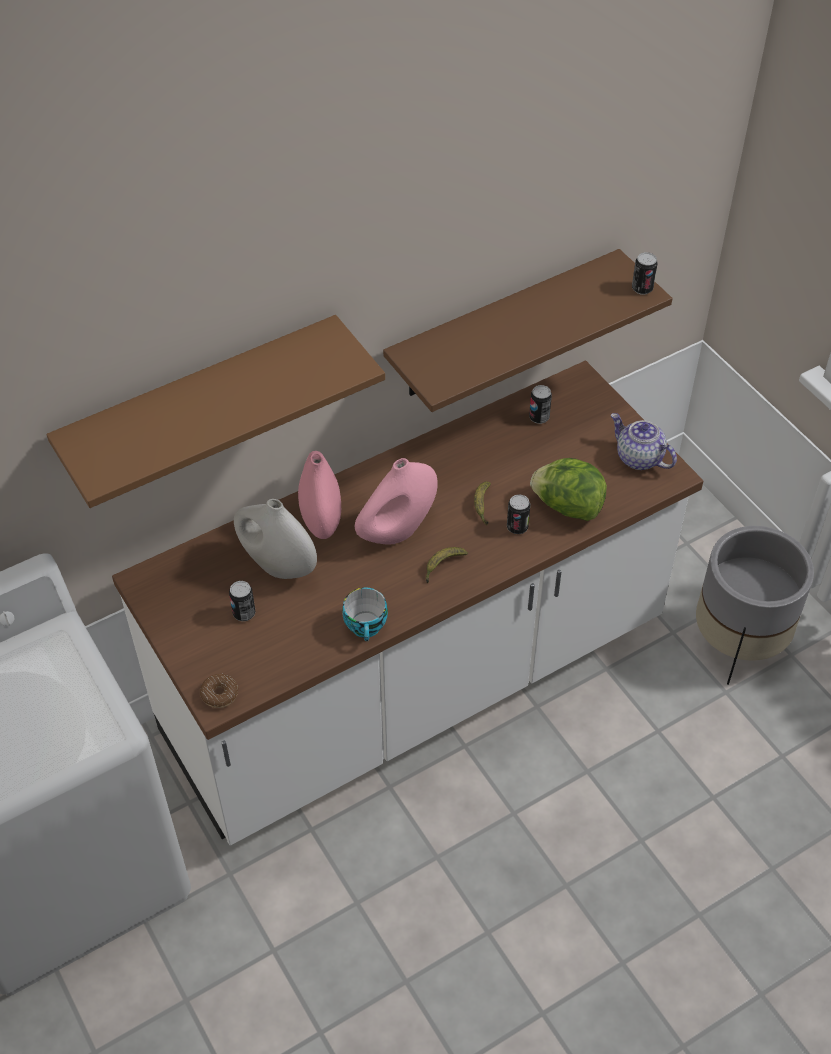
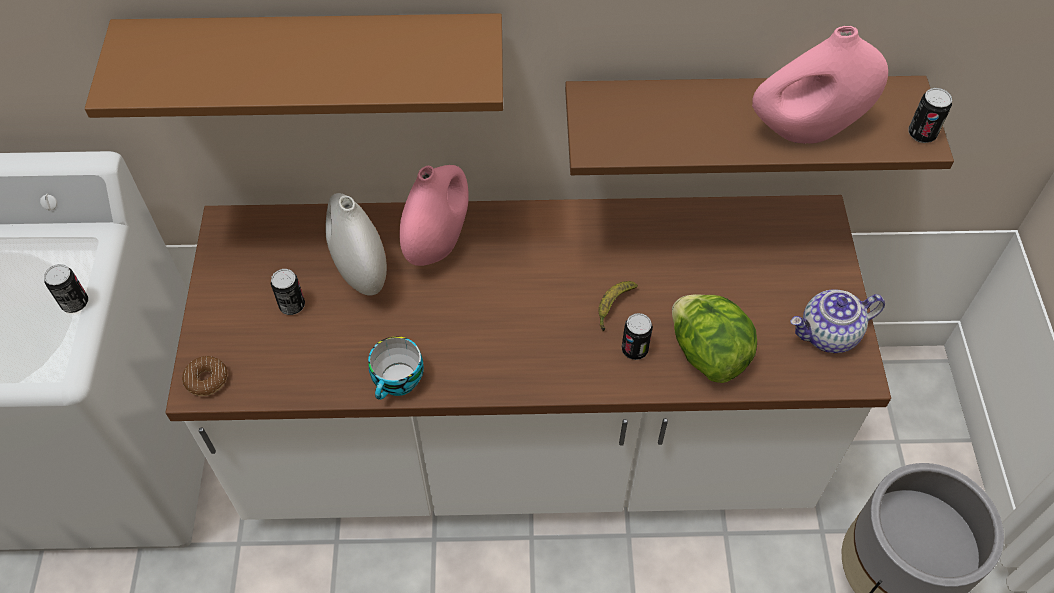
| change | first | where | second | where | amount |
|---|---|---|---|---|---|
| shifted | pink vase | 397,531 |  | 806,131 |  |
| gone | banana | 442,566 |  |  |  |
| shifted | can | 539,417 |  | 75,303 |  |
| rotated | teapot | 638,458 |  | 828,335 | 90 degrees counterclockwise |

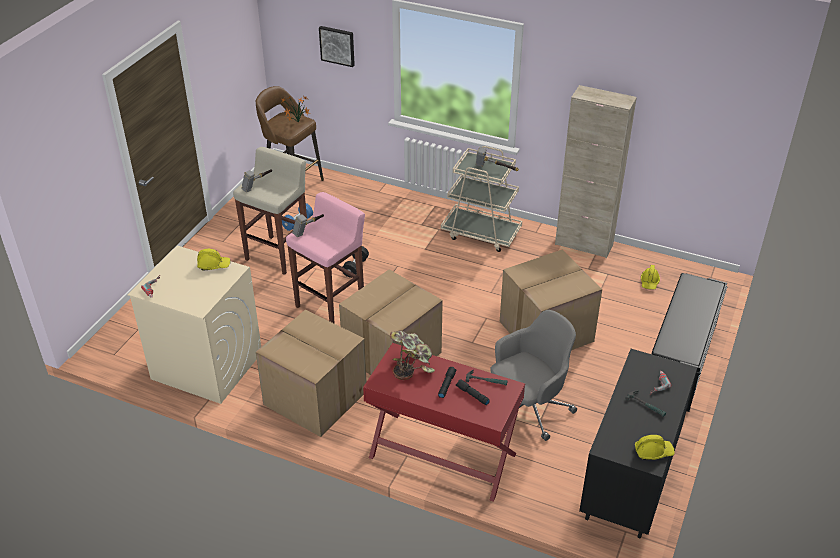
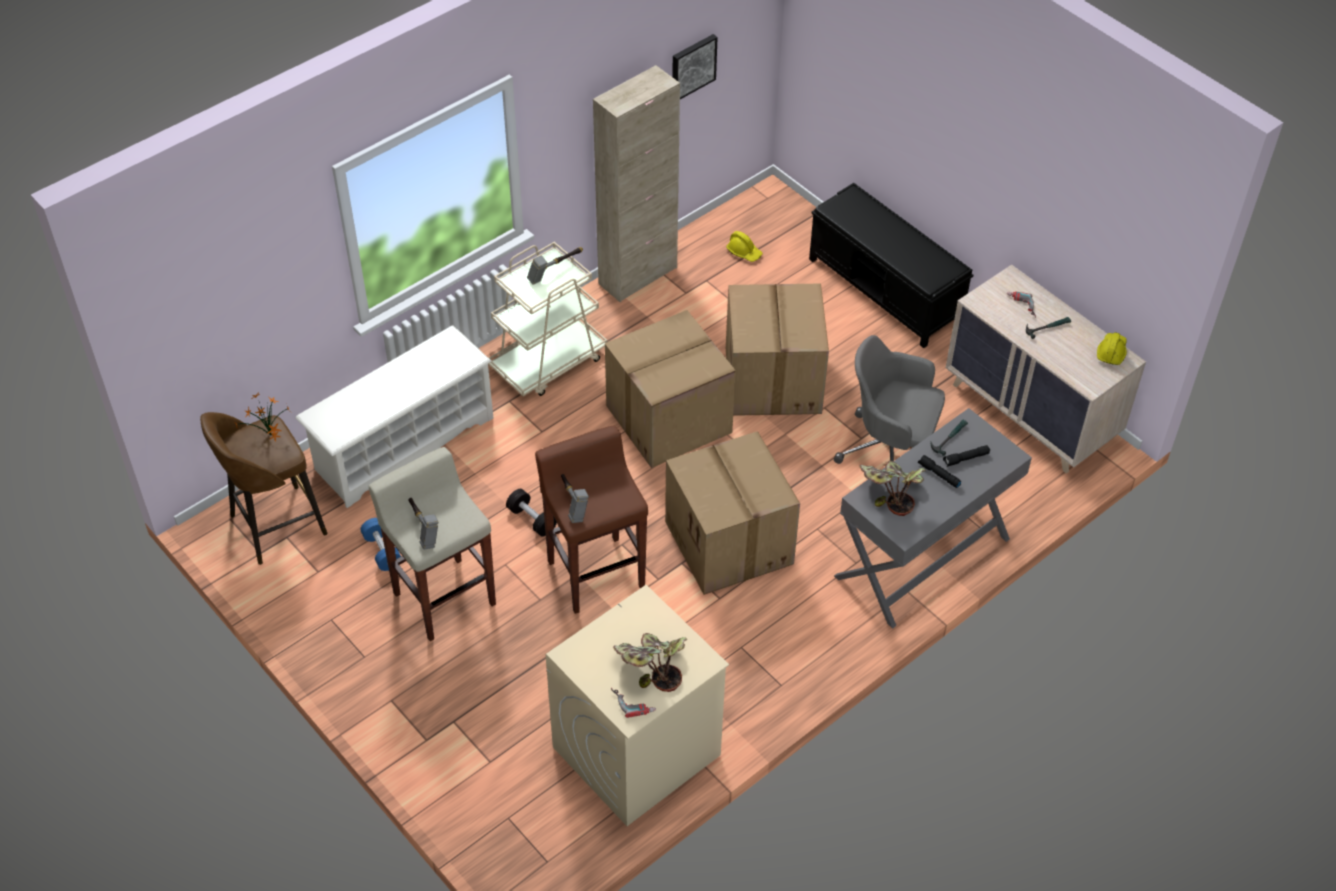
| change | first | where | second | where | amount |
|---|---|---|---|---|---|
| gone | yellow hard hat | 214,265 |  |  |  |
| shifted | cardboard box | 313,398 |  | 668,421 |  |
| repainted | pink stool | 331,305 | brown stool | 595,573 |  |
| shifted | picture | 337,45 |  | 692,66 |  |
| repainted | red desk | 442,456 | grey desk | 923,558 |  |
| rotated | grey office chair | 528,409 |  | 890,451 | 60 degrees counterclockwise |
| repainted | black dresser | 630,479 | beige dresser | 1031,413 |  |
| new |  |  | white shoe rack | 404,444 |  |
| new |  |  | potted plant | 651,668 |  |

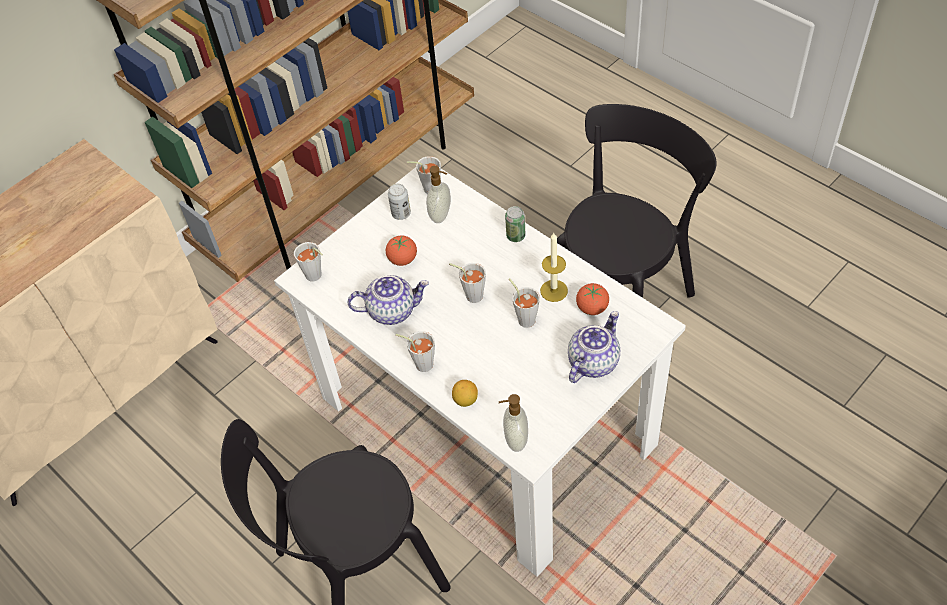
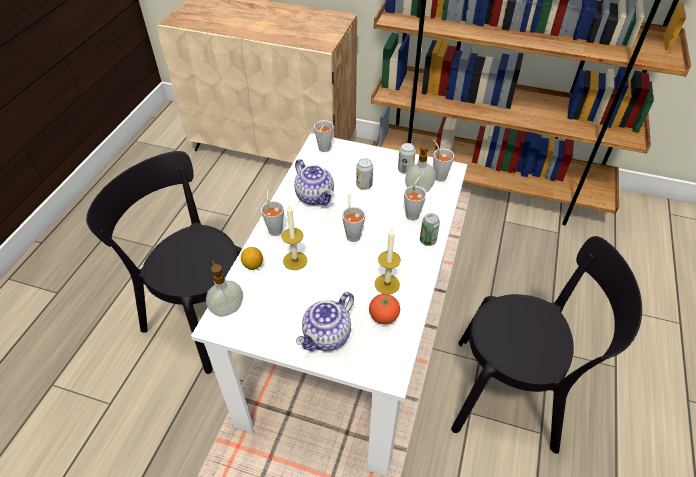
| change | first | where | second | where | amount |
|---|---|---|---|---|---|
| swapped | tomato | 402,259 | can | 364,185 |  |
| shifted | grey cup | 524,317 |  | 414,213 |  |
| rotated | teapot | 592,361 |  | 327,336 | 120 degrees clockwise |
| new |  |  | candle | 295,260 |  |

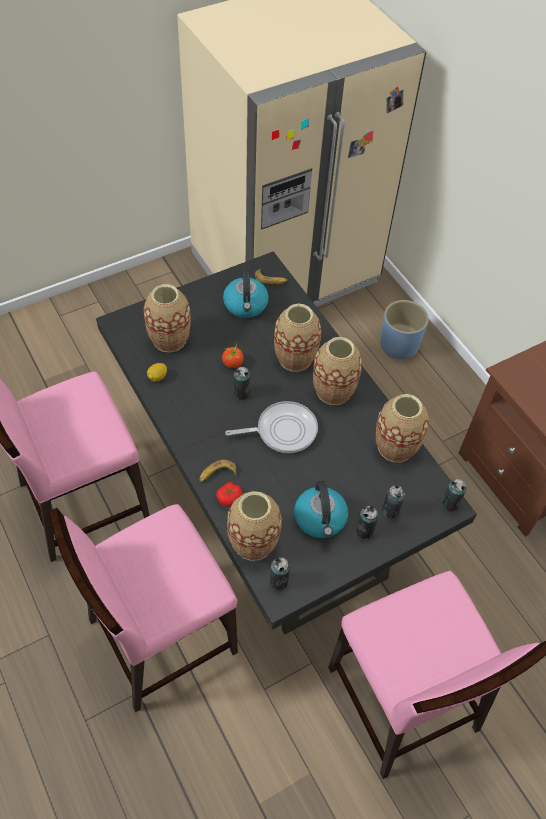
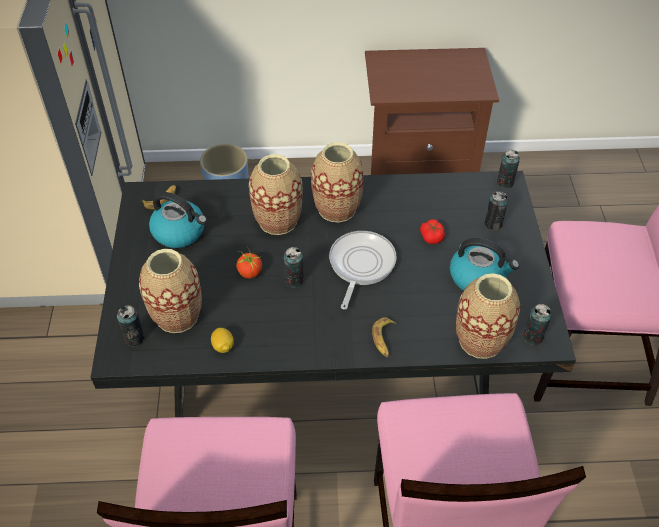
| change | first | where | second | where | amount |
|---|---|---|---|---|---|
| shifted | tomato | 229,498 |  | 432,236 |  |
| shifted | can | 364,531 |  | 134,338 |  |
| gone | vase | 395,447 |  |  |  |

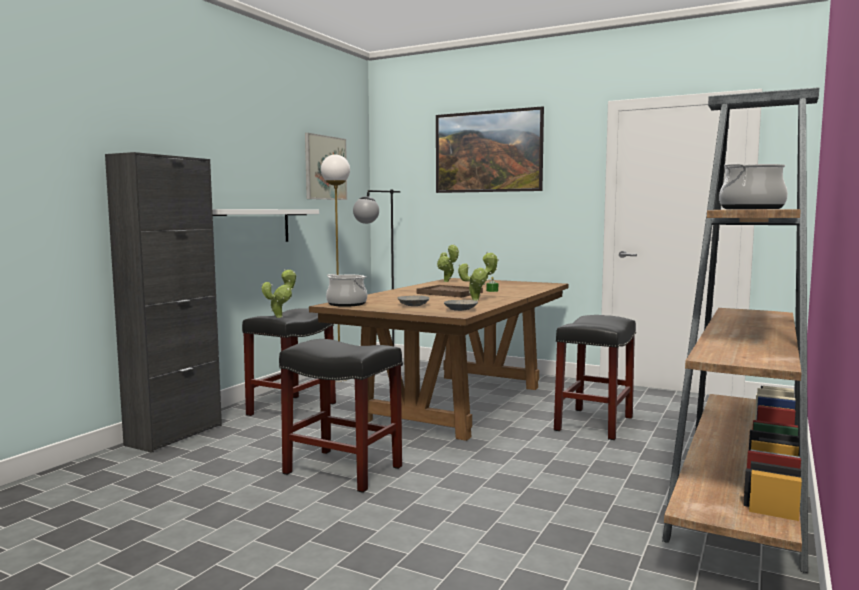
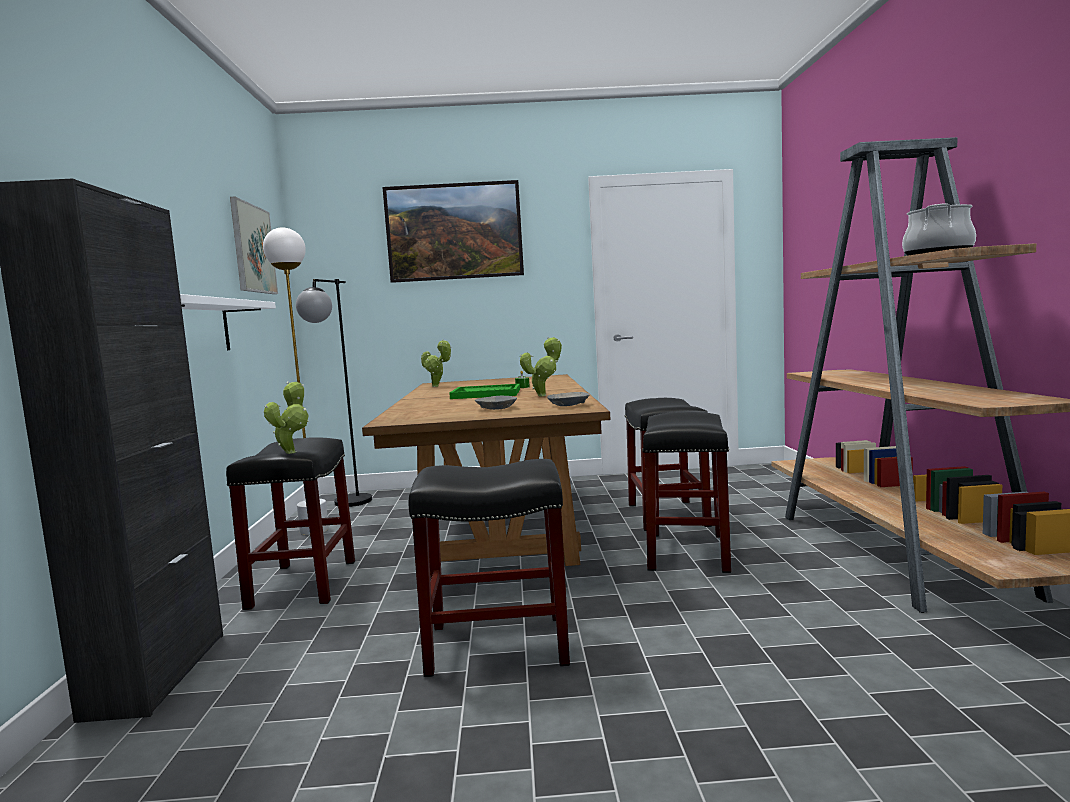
| change | first | where | second | where | amount |
|---|---|---|---|---|---|
| gone | cooking pot | 346,304 |  |  |  |
| repainted | brown tray | 450,293 | green tray | 486,394 |  |
| new |  |  | black stool | 688,552 |  |

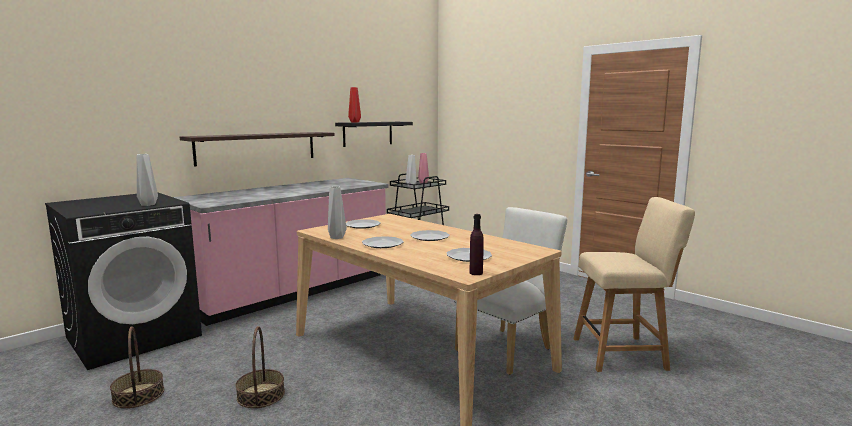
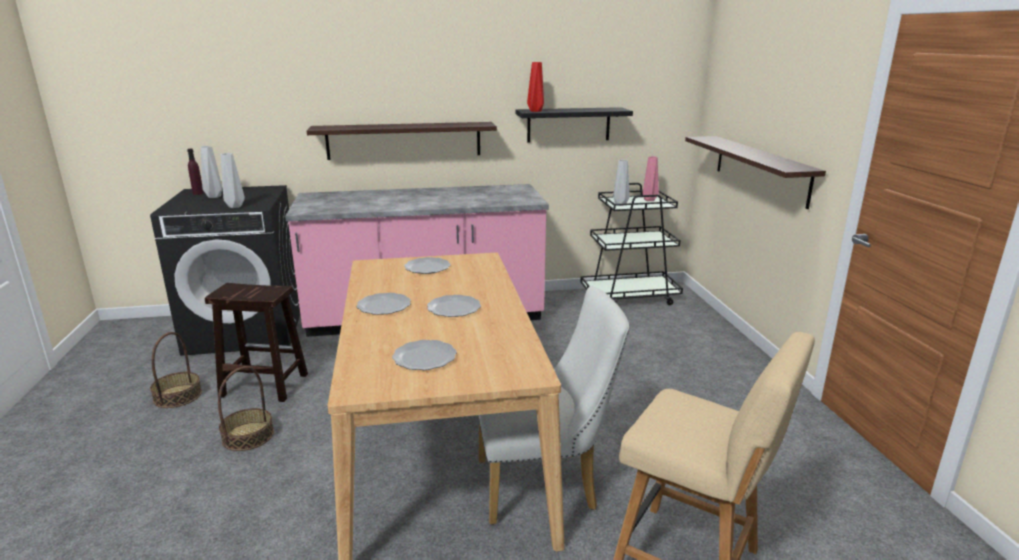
| change | first | where | second | where | amount |
|---|---|---|---|---|---|
| shifted | grey vase | 337,238 |  | 214,197 |  |
| shifted | purple bottle | 476,273 |  | 198,193 |  |
| new |  |  | brown stool | 263,385 |  |
| new |  |  | shelf | 760,169 |  |

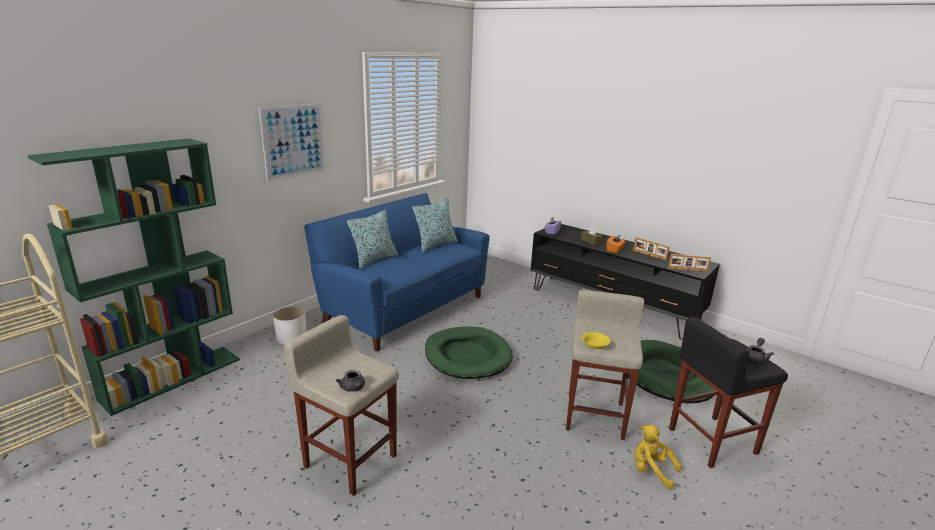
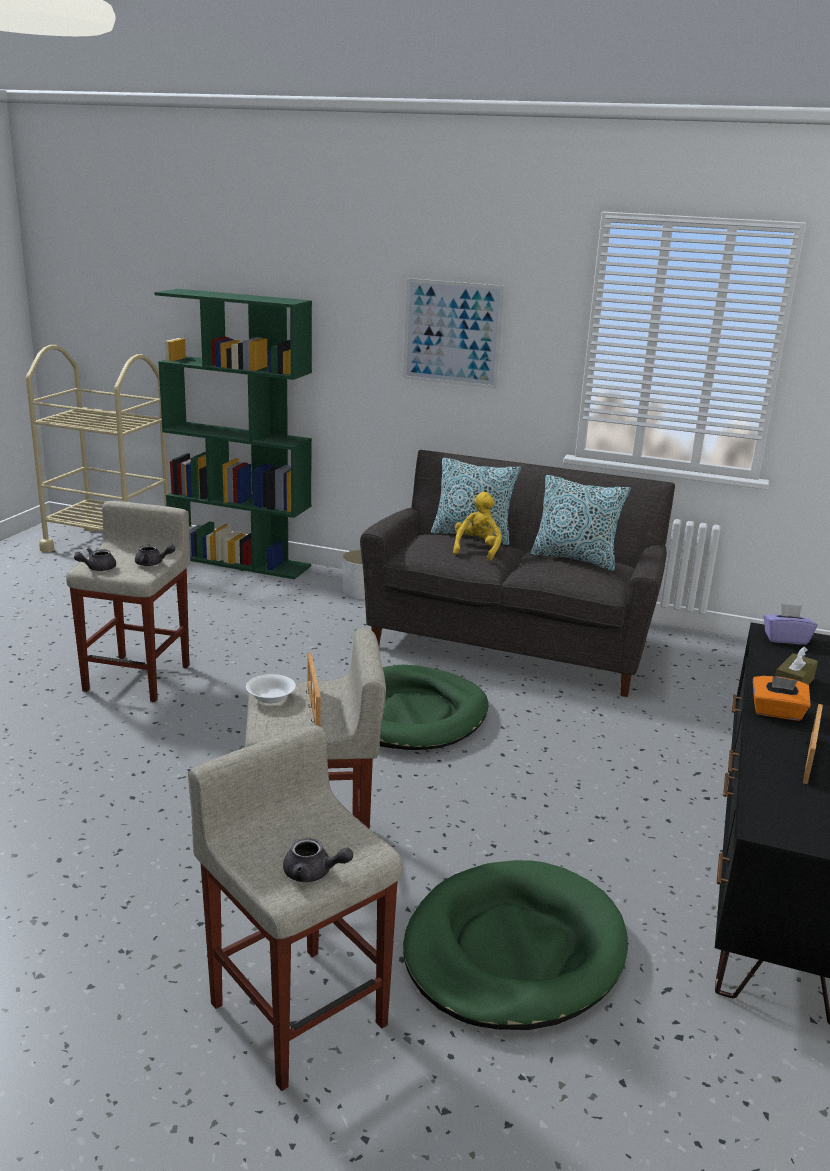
| change | first | where | second | where | amount |
|---|---|---|---|---|---|
| repainted | blue sofa | 404,308 | grey sofa | 512,641 |  |
| repainted | yellow bowl | 594,346 | white bowl | 270,697 |  |
| shifted | yellow plush toy | 651,471 |  | 477,550 |  |
| shifted | picture frame | 688,270 |  | 312,707 |  |
| repainted | black stool | 711,441 | beige stool | 297,1012 |  |
| new |  |  | grey teapot | 153,563 |  |

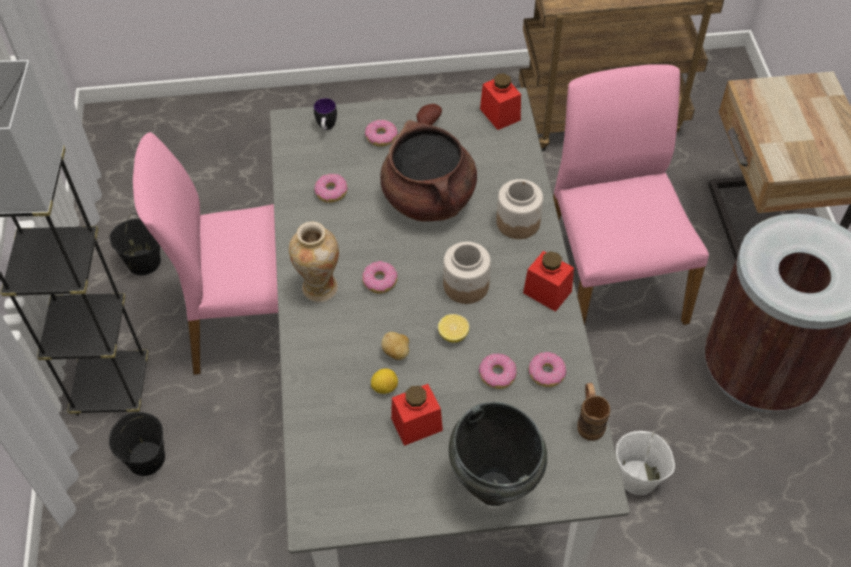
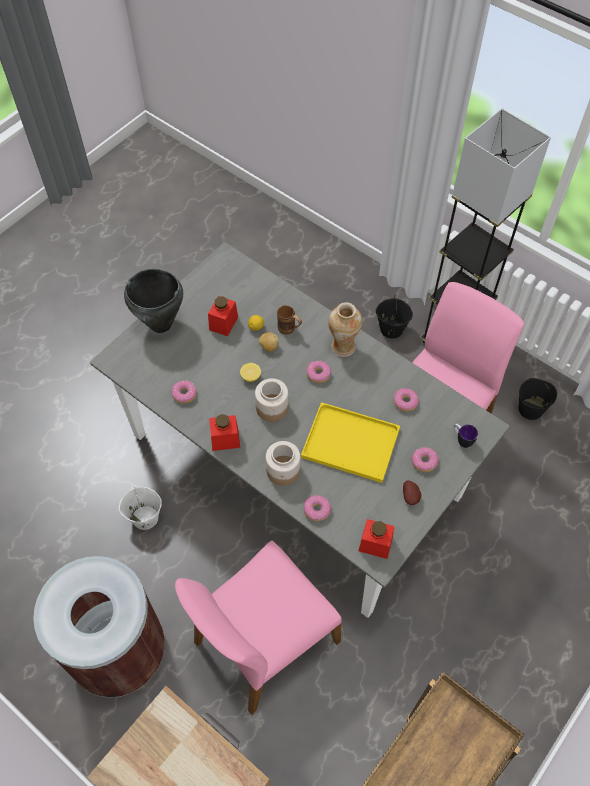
| change | first | where | second | where | amount |
|---|---|---|---|---|---|
| swapped | brown cooking pot | 429,199 | yellow tray | 348,443 |  |
| shifted | donut | 497,374 |  | 317,510 |  |
| rotated | pink chair | 611,279 |  | 264,641 | 105 degrees clockwise |
| shifted | brown mug | 589,422 |  | 289,330 |  |

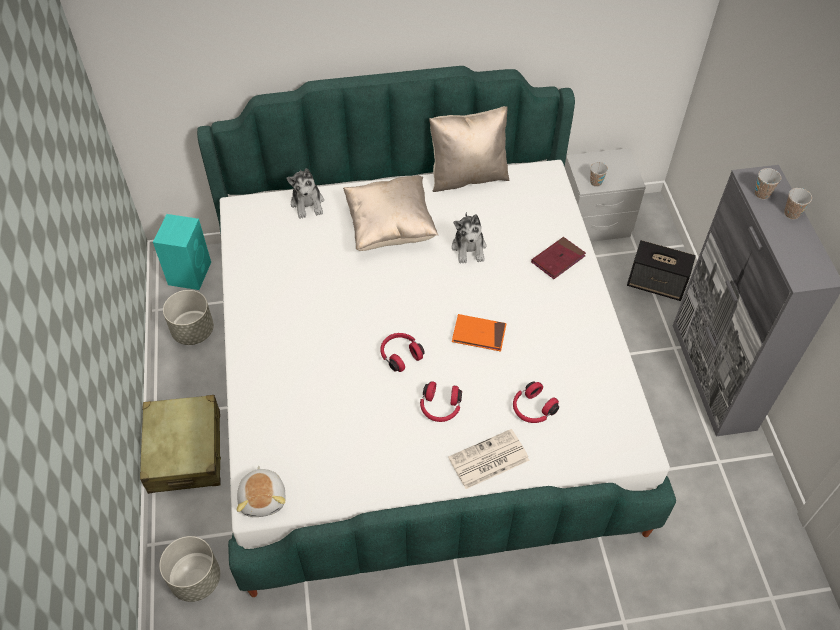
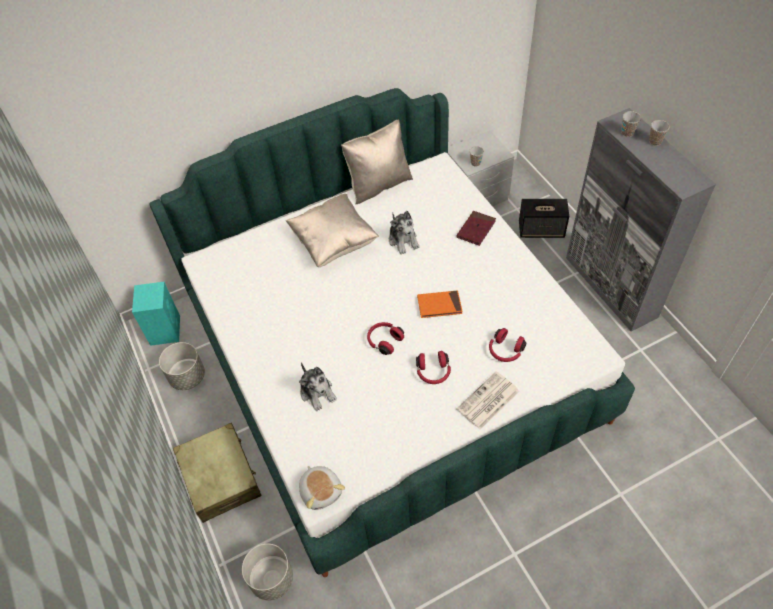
| change | first | where | second | where | amount |
|---|---|---|---|---|---|
| shifted | plush toy | 308,203 |  | 317,392 |  |

